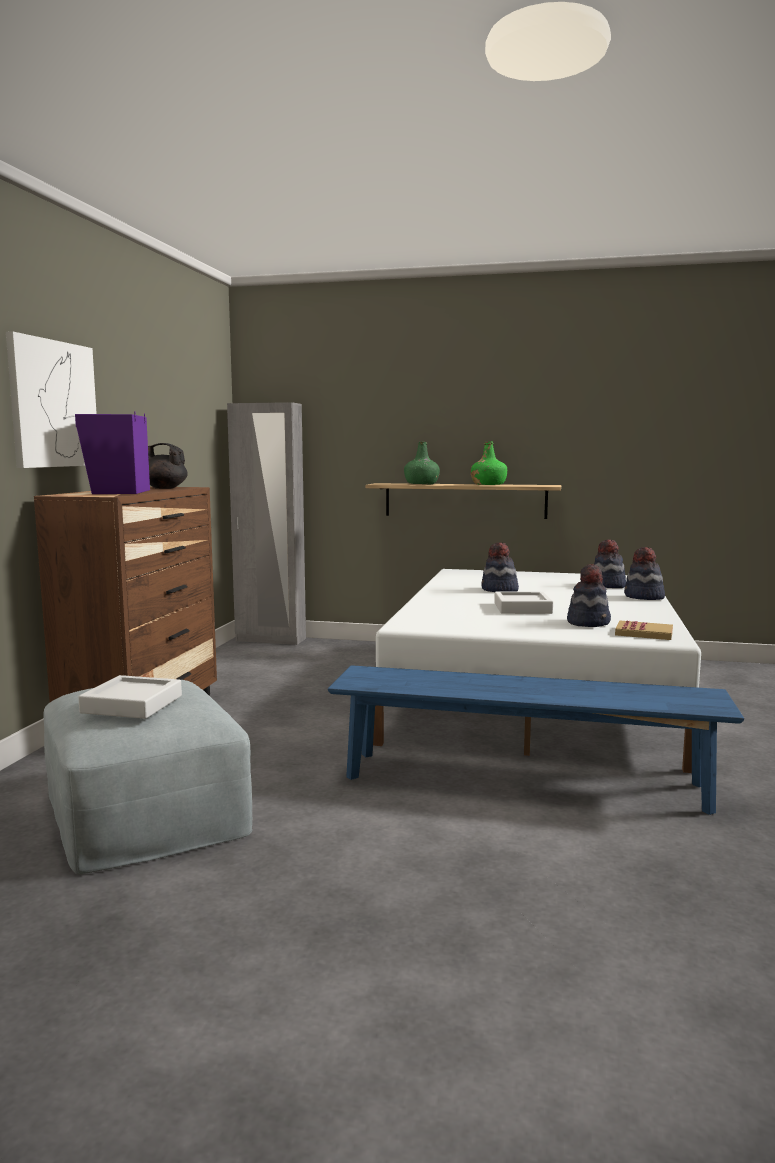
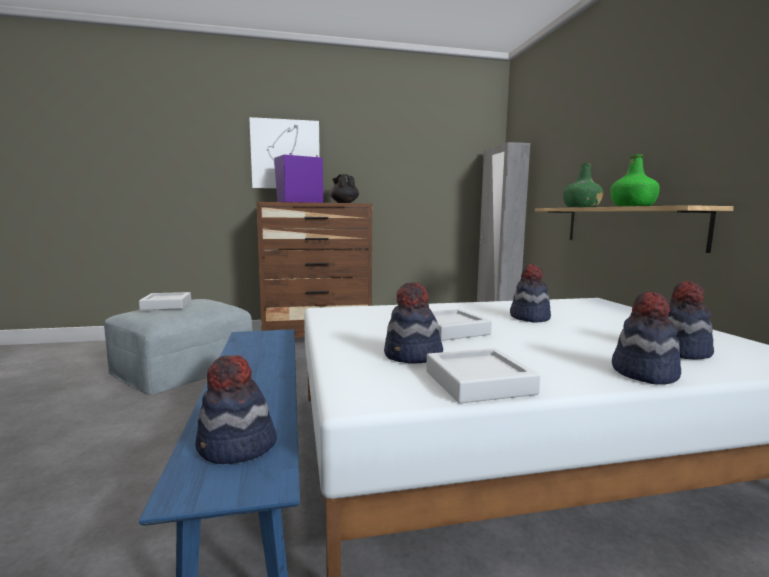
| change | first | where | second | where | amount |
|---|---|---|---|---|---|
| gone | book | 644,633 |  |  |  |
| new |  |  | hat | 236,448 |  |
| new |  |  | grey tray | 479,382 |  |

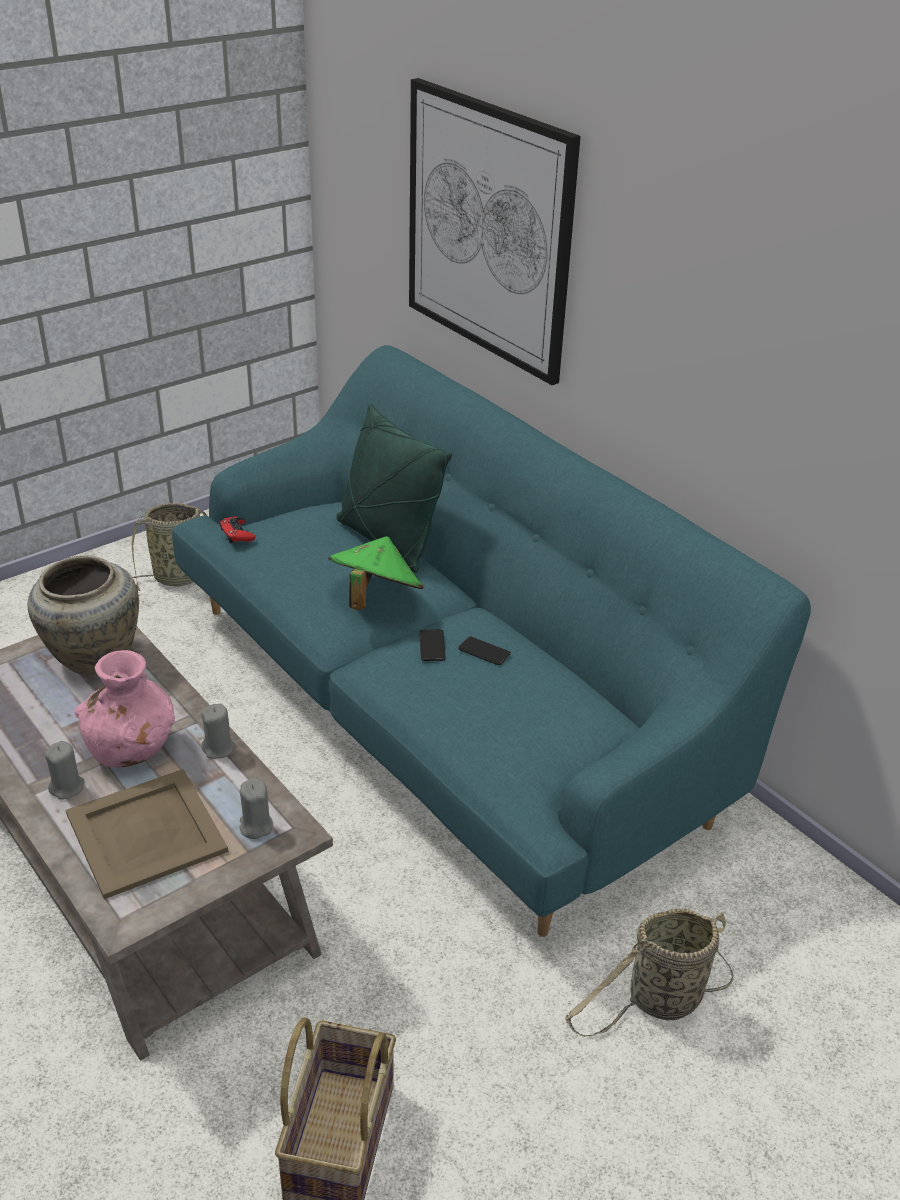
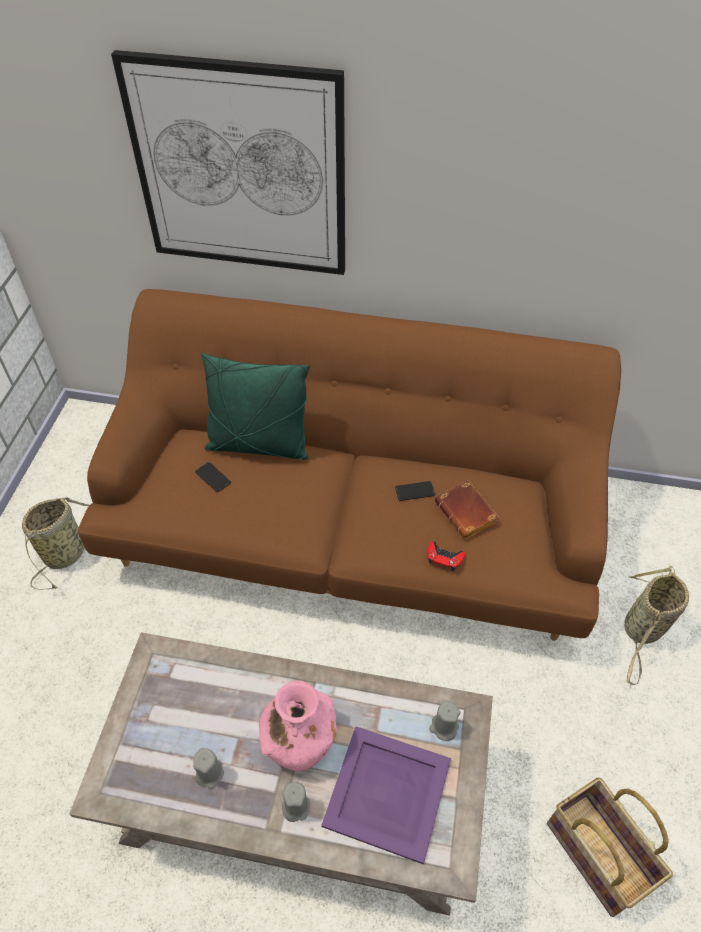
| change | first | where | second | where | amount |
|---|---|---|---|---|---|
| gone | beige vase | 92,656 |  |  |  |
| repainted | beige tray | 147,831 | purple tray | 387,791 |  |
| repainted | turquoise sofa | 446,706 | brown sofa | 350,528 |  |
| shifted | grey candle | 219,748 |  | 210,773 |  |
| shifted | red game controller | 237,534 |  | 444,558 |  |
| gone | green hat | 375,598 |  |  |  |
| shifted | phone | 432,646 |  | 213,477 |  |
| new |  |  | brown book | 468,513 |  |

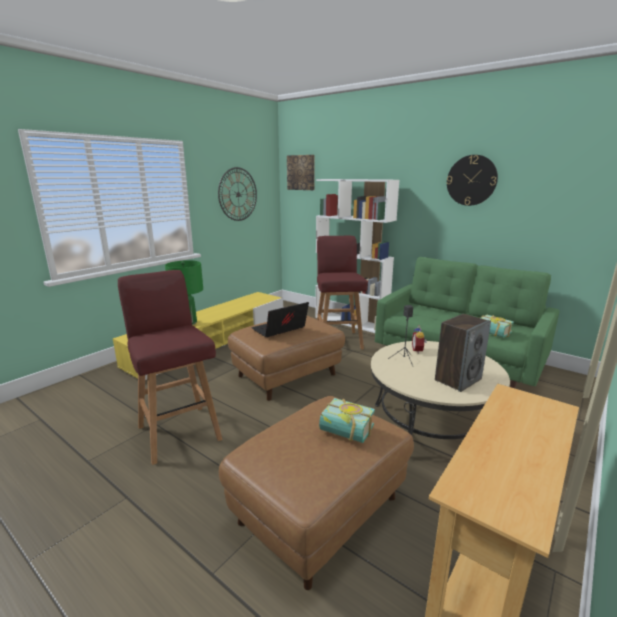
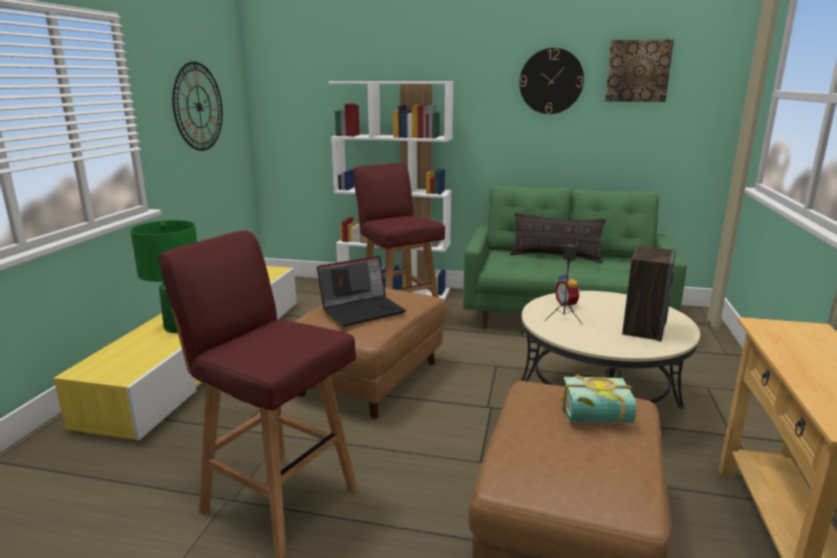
| change | first | where | second | where | amount |
|---|---|---|---|---|---|
| rotated | laptop | 279,330 |  | 363,310 | 150 degrees counterclockwise |
| shifted | picture | 301,172 |  | 637,71 |  |
| gone | book | 491,334 |  |  |  |
| new |  |  | pillow | 555,257 |  |

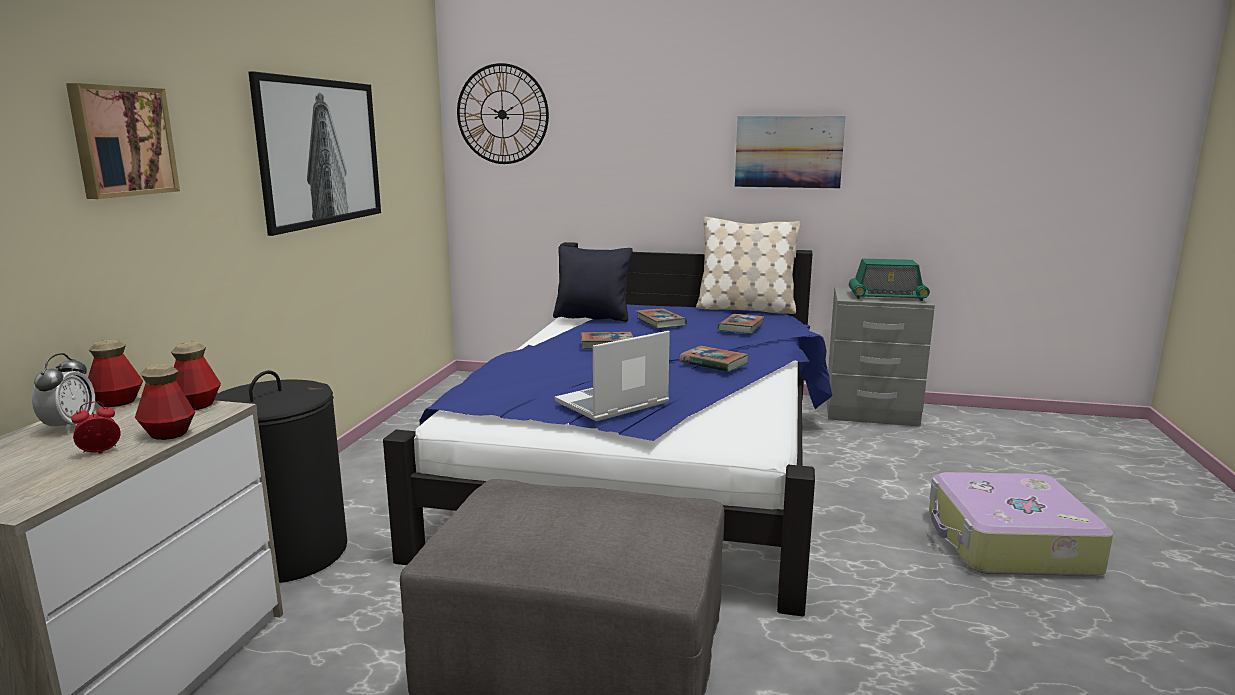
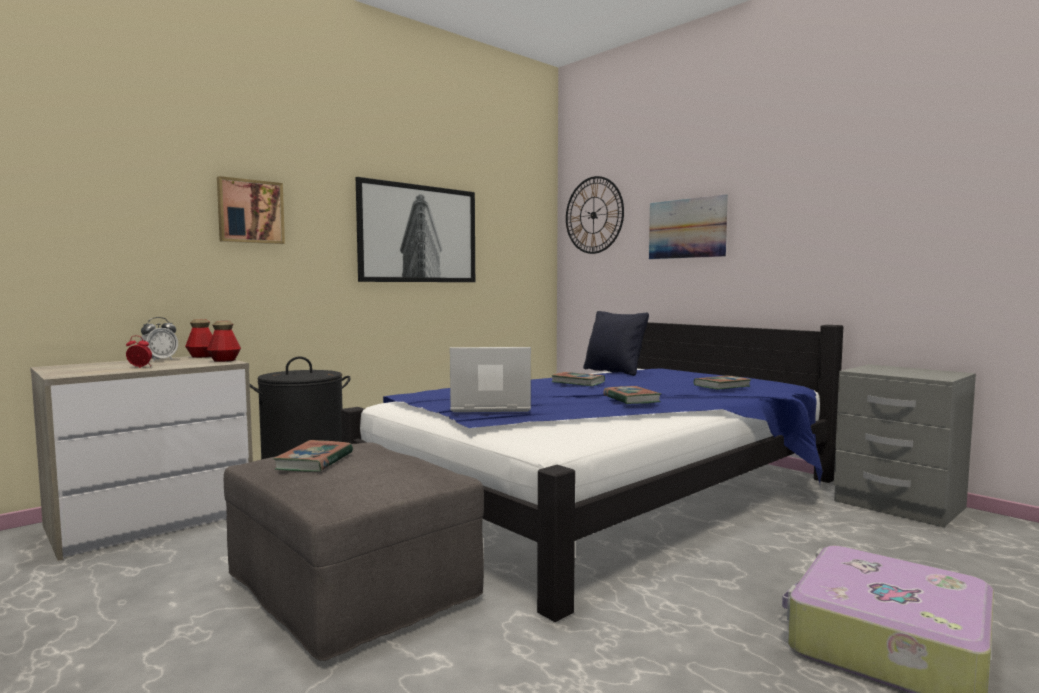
| change | first | where | second | where | amount |
|---|---|---|---|---|---|
| gone | bottle | 168,434 |  |  |  |
| shifted | book | 661,322 |  | 314,461 |  |
| gone | beige pillow | 745,309 |  |  |  |
| shifted | picture | 788,152 |  | 686,228 |  |
| gone | radio | 887,297 |  |  |  |

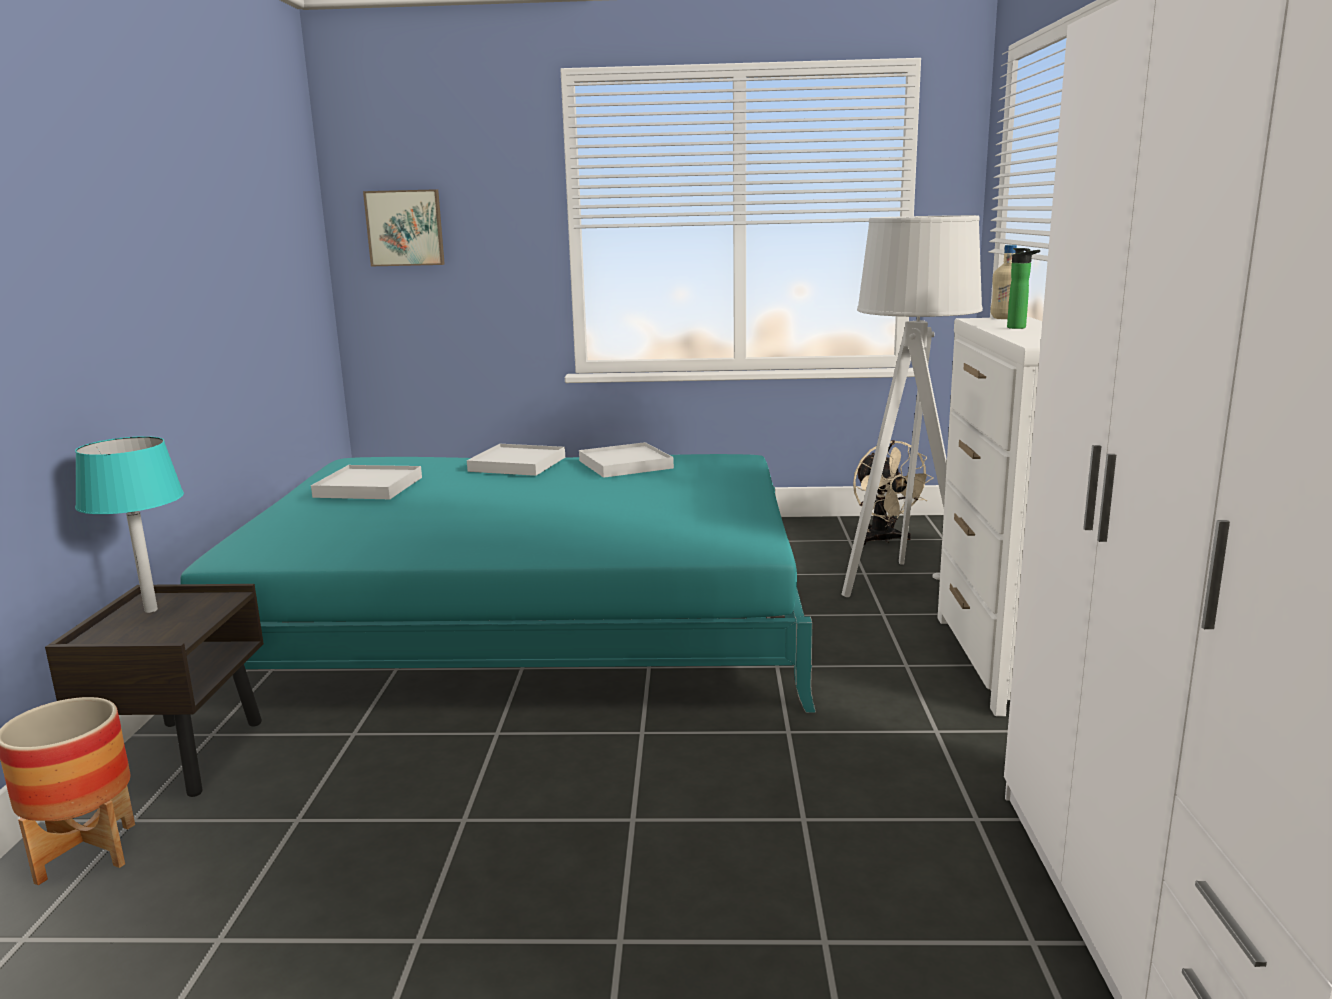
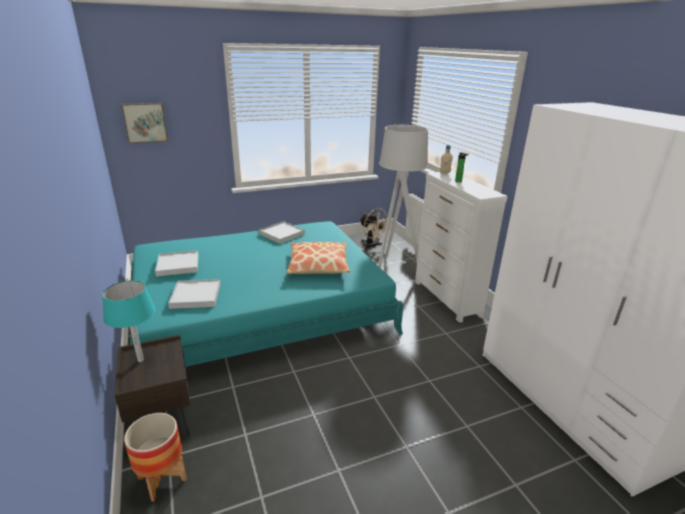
| change | first | where | second | where | amount |
|---|---|---|---|---|---|
| shifted | white tray | 517,464 |  | 196,296 |  |
| new |  |  | pillow | 318,265 |  |

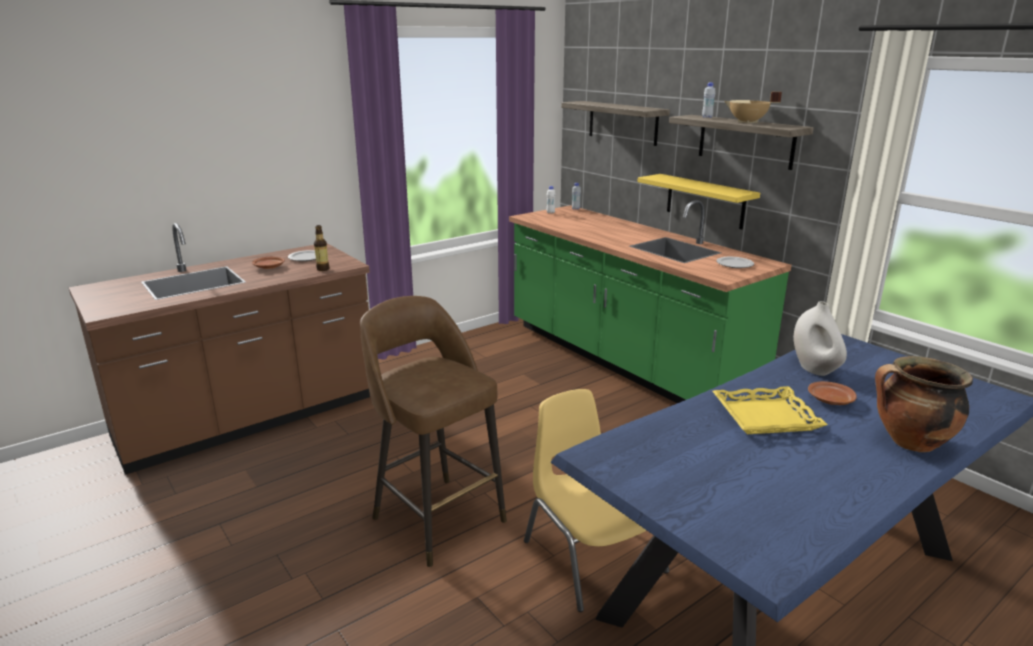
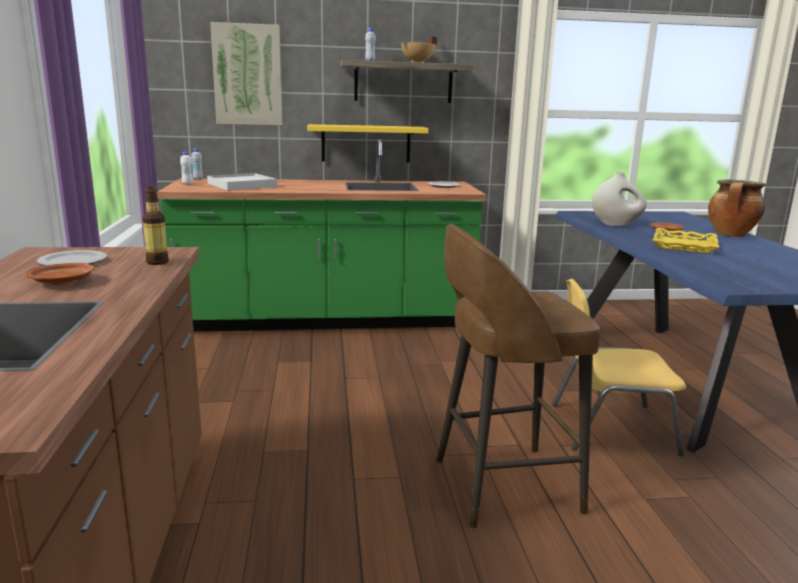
| change | first | where | second | where | amount |
|---|---|---|---|---|---|
| swapped | shelf | 622,122 | picture | 247,75 |  |
| new |  |  | white tray | 242,185 |  |

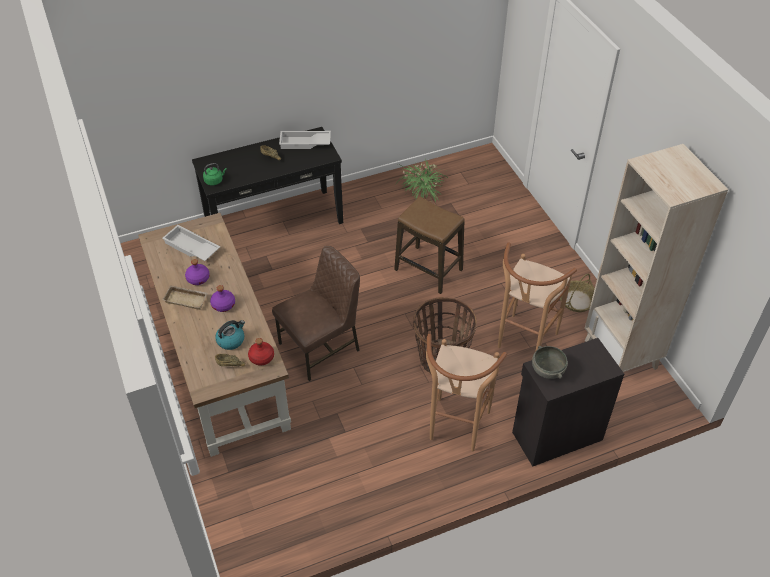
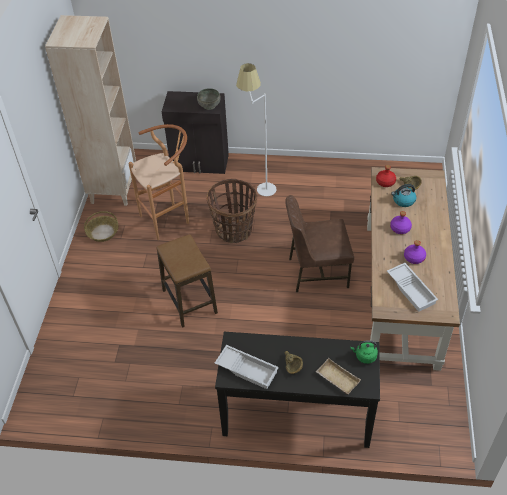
| change | first | where | second | where | amount |
|---|---|---|---|---|---|
| shifted | beige tray | 186,299 |  | 336,379 |  |
| gone | potted plant | 422,190 |  |  |  |
| swapped | brown stool | 456,430 | white floor lamp | 258,186 |  |

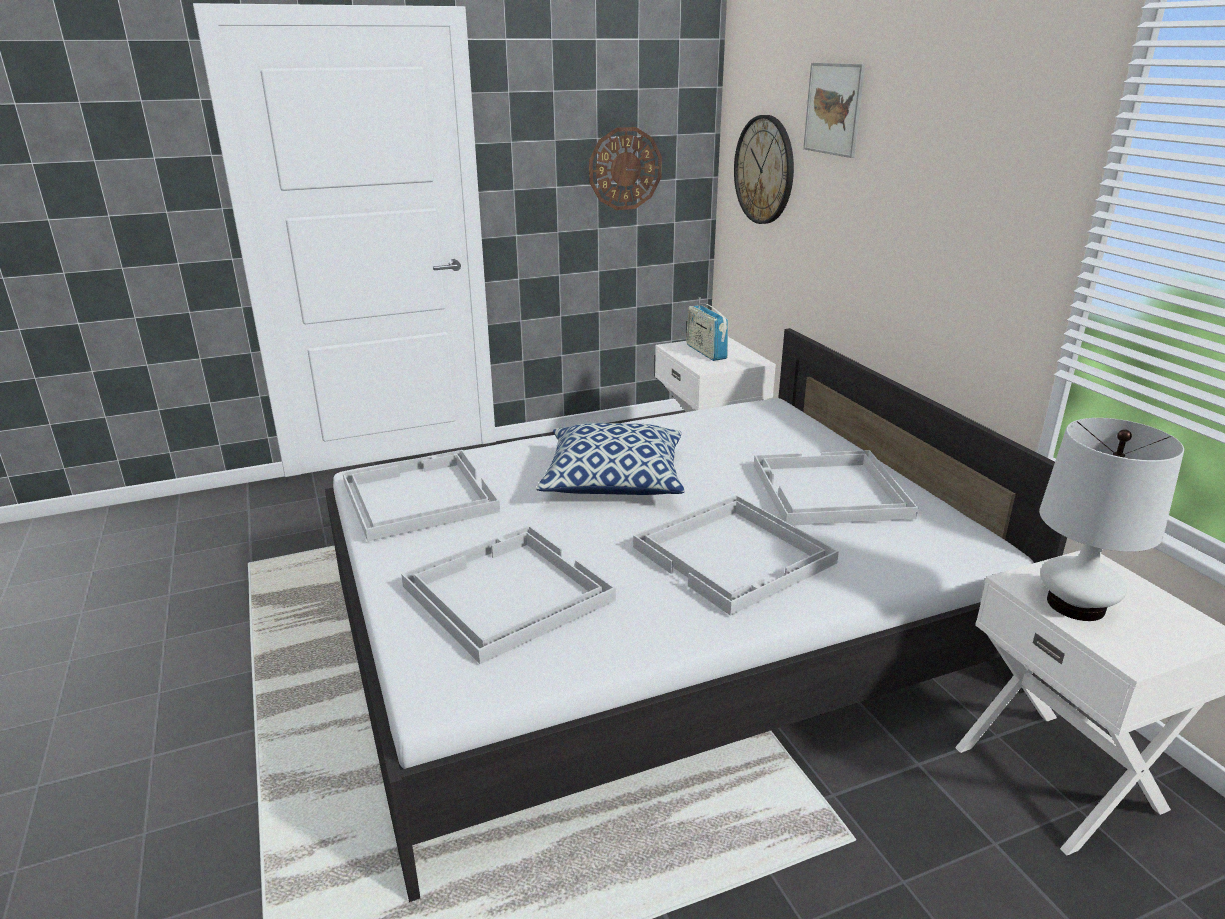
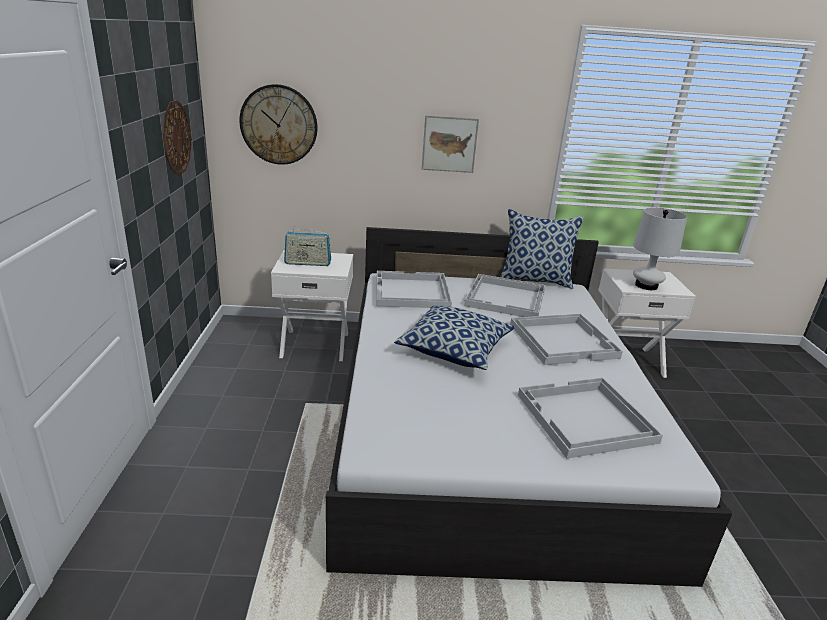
| change | first | where | second | where | amount |
|---|---|---|---|---|---|
| shifted | white tray | 417,496 |  | 411,292 |  |
| shifted | picture | 834,109 |  | 449,144 |  |
| new |  |  | pillow | 535,280 |  |

